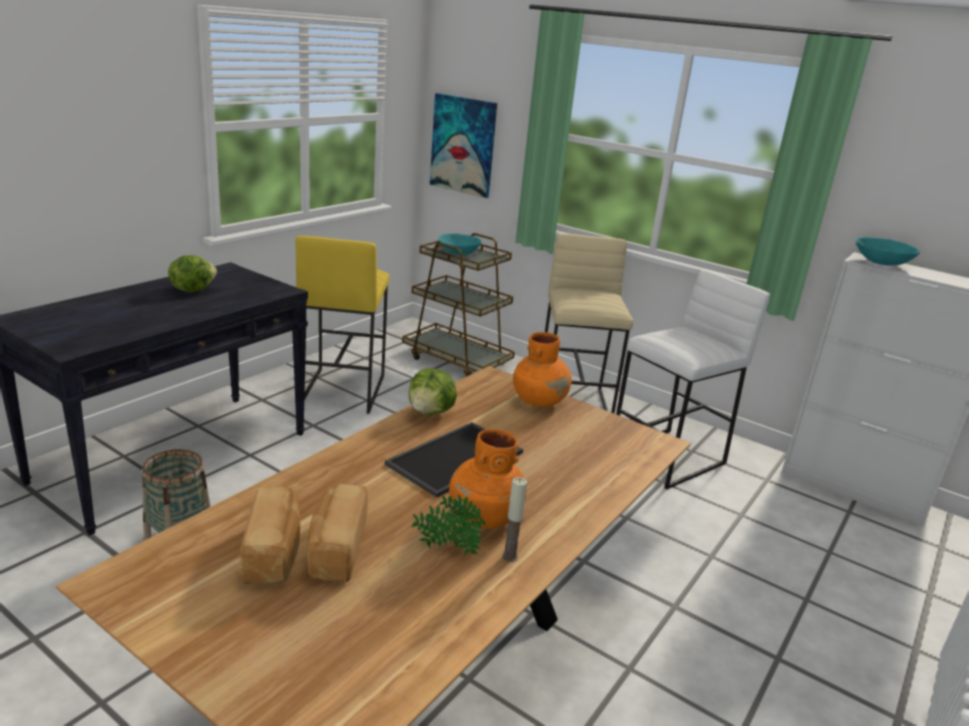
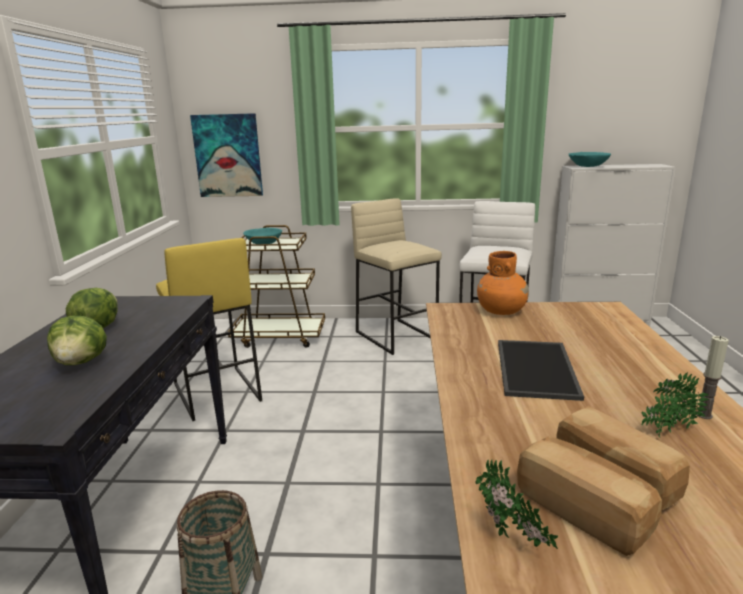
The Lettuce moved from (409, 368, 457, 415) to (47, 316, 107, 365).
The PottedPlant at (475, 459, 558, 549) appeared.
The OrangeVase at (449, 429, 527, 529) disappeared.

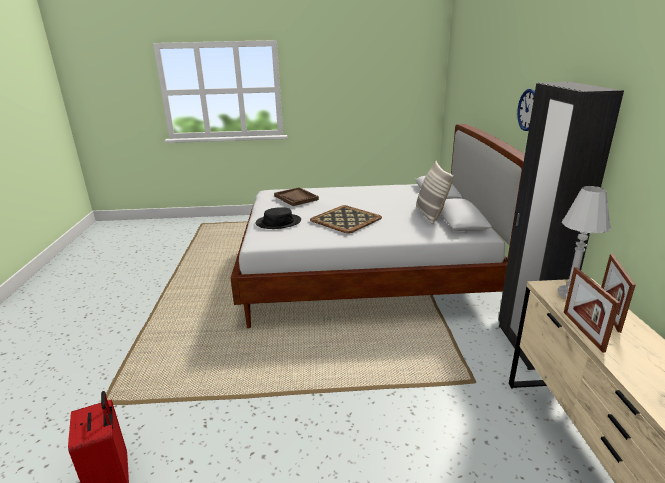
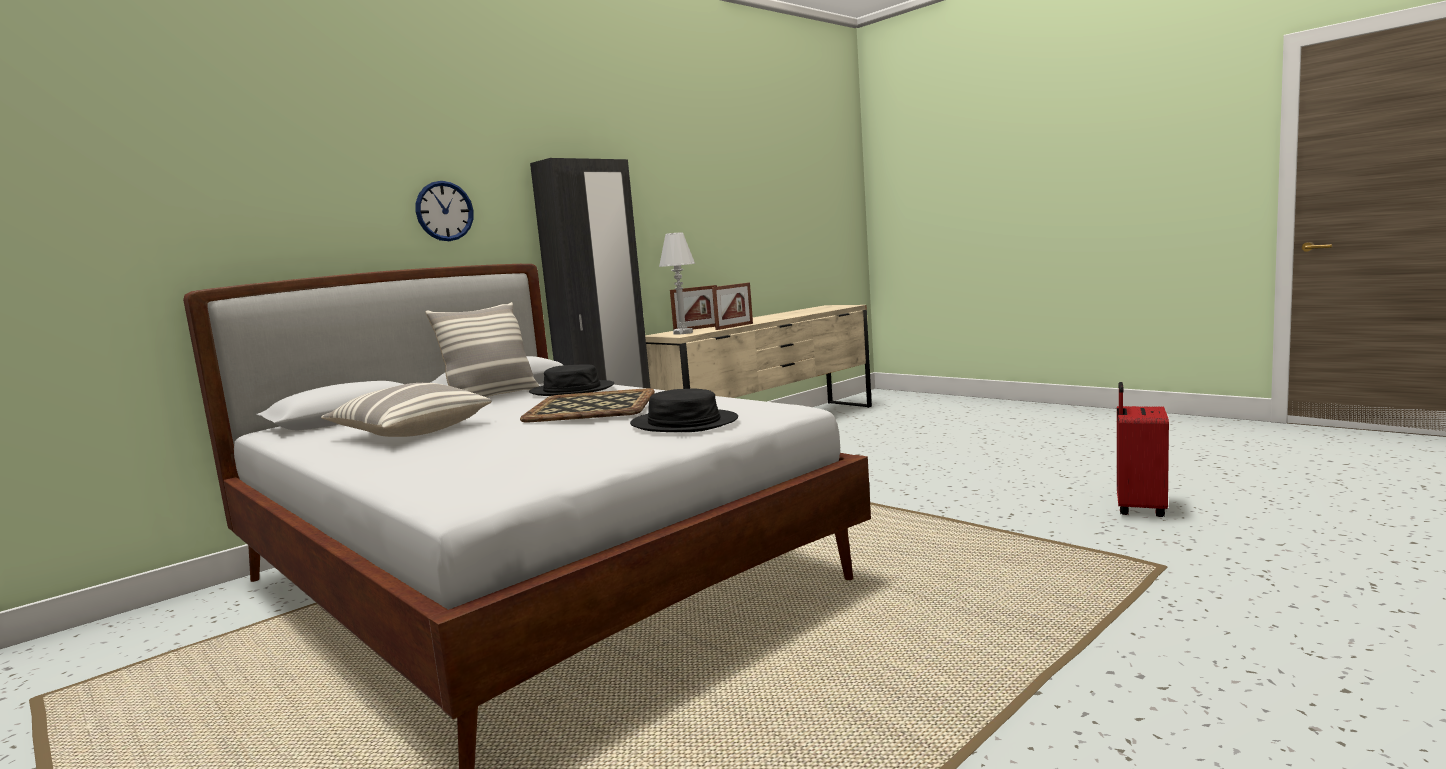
The Pillow at (321, 383, 492, 437) appeared.
The BlackHat at (529, 364, 614, 396) appeared.
The BrownTray at (274, 187, 319, 206) disappeared.

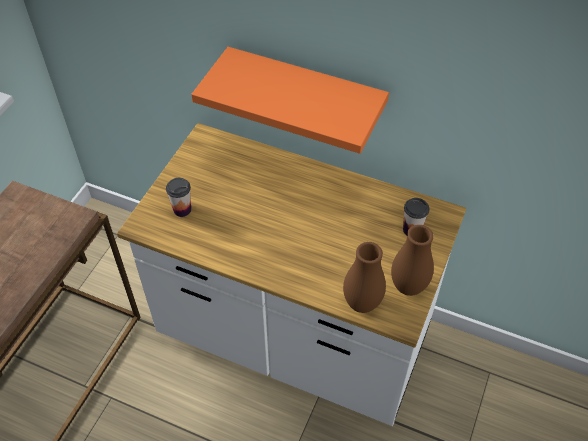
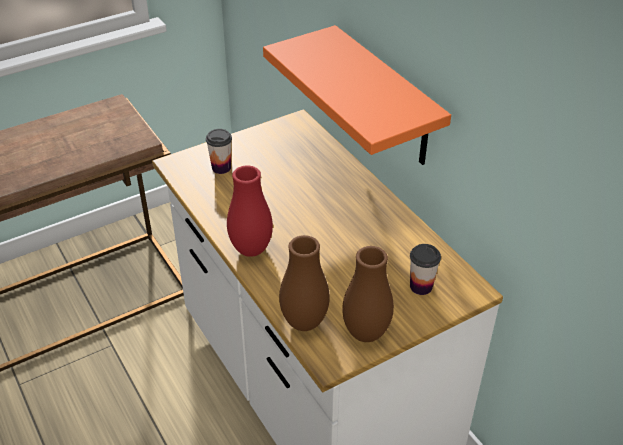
The RedVase at (227, 166, 273, 257) appeared.

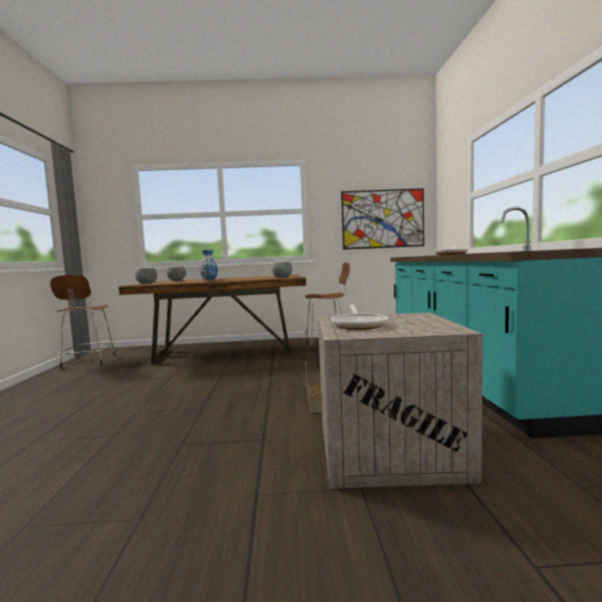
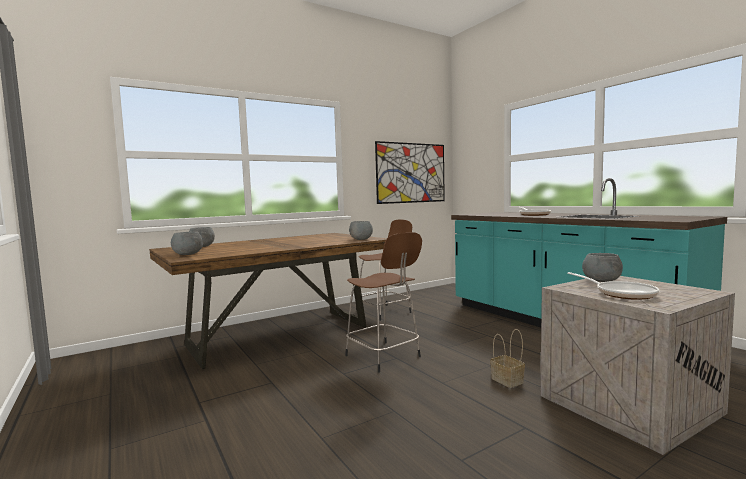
The BrownStool moved from (50, 275, 116, 369) to (345, 232, 422, 373).
The GreyBowl at (582, 253, 623, 282) appeared.
The Vase at (200, 249, 218, 281) disappeared.

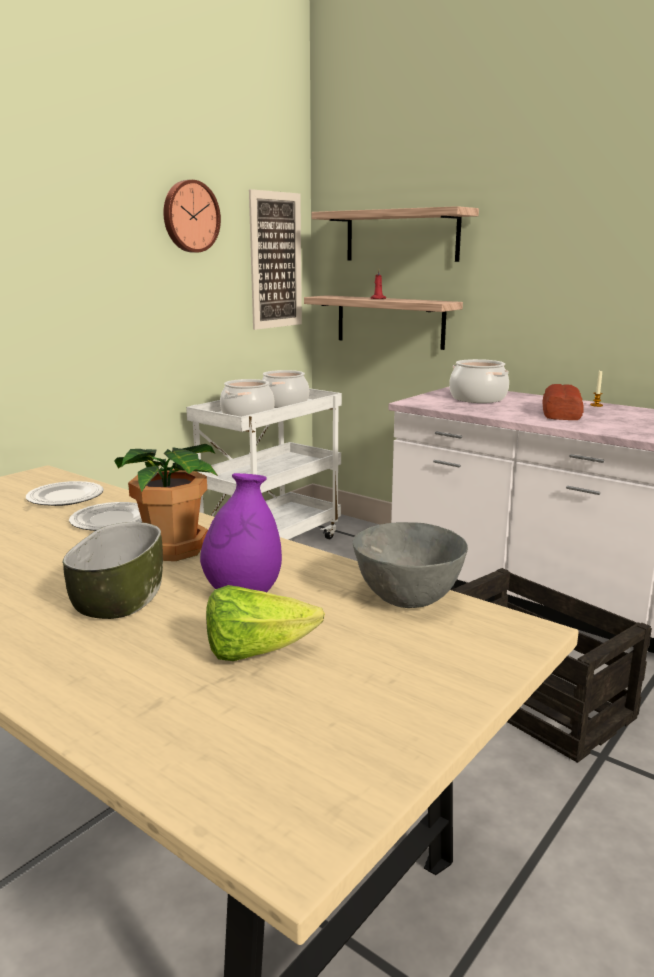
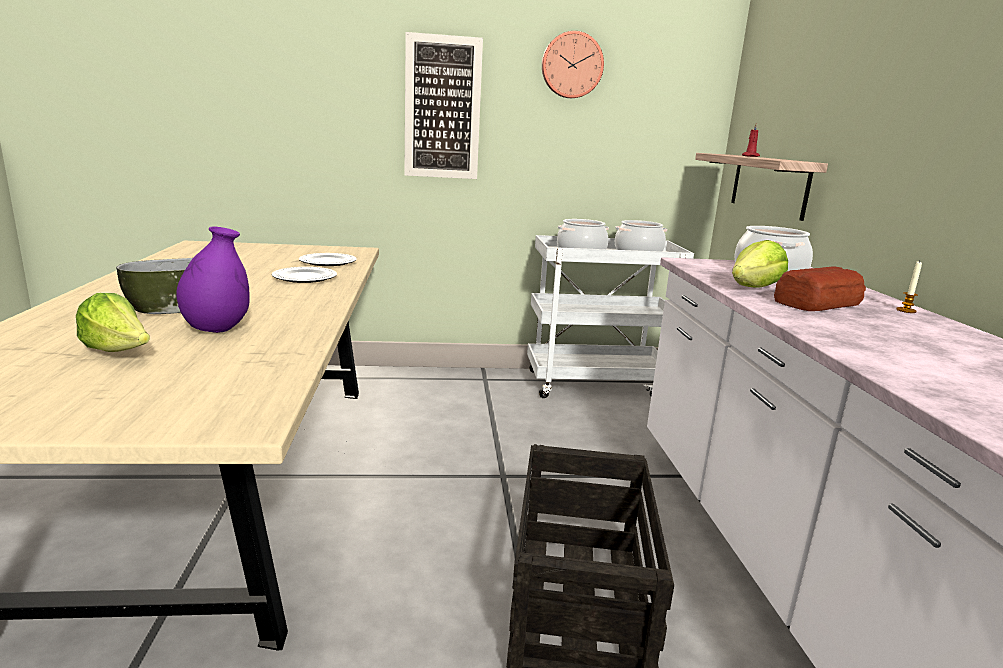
The Picture moved from (249, 189, 302, 330) to (404, 32, 483, 179).
The Lettuce at (732, 240, 788, 288) appeared.
The PottedPlant at (114, 444, 218, 561) disappeared.
The Shelf at (312, 206, 479, 262) disappeared.
The GreyBowl at (353, 522, 468, 608) disappeared.

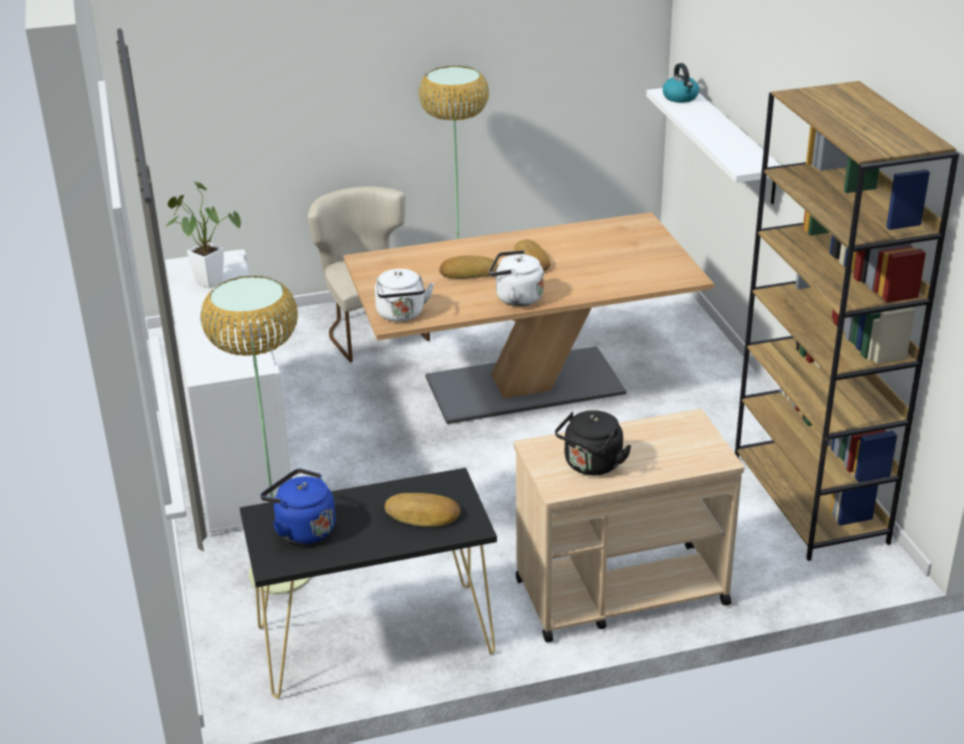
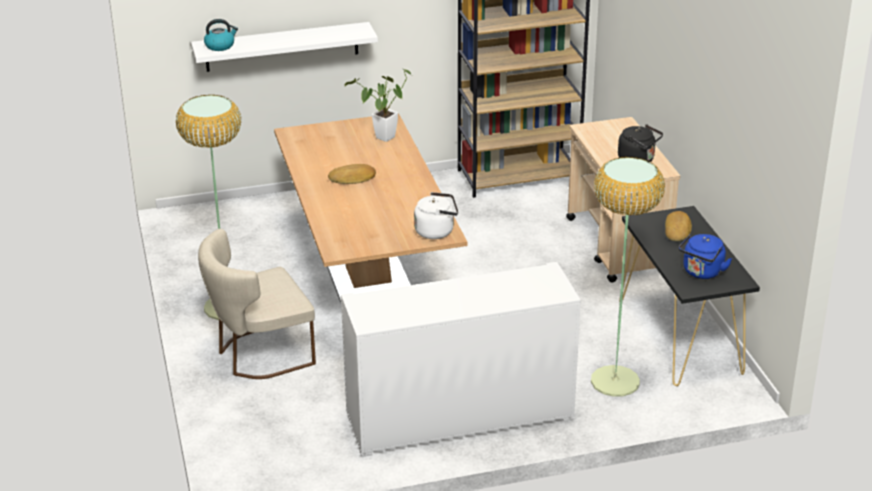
The PottedPlant moved from (165, 181, 241, 288) to (344, 69, 411, 142).
The Bread at (439, 255, 499, 279) disappeared.
The WhiteKettle at (489, 250, 544, 306) disappeared.

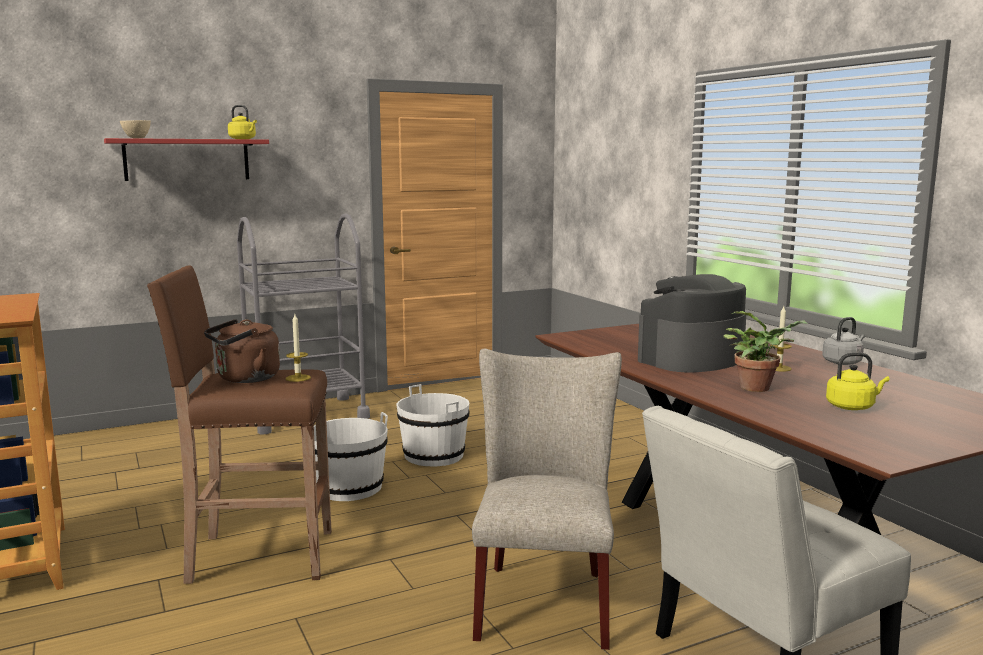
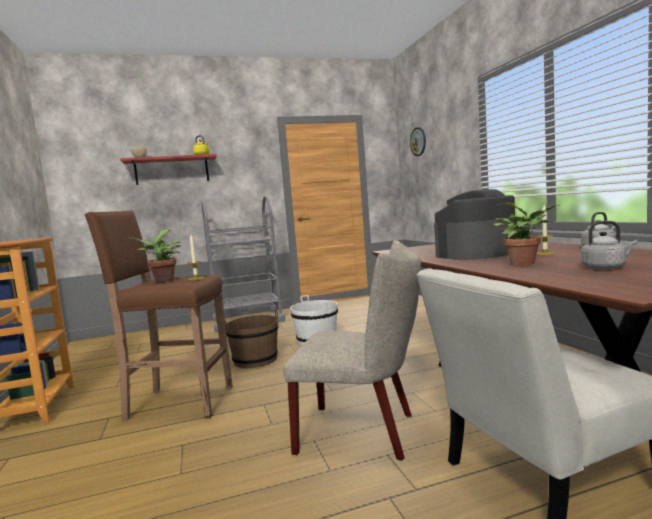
The BrownKettle at (204, 319, 280, 383) was replaced by the PottedPlant at (129, 230, 182, 282).
The WhiteBucket at (314, 412, 388, 501) became the BrownBucket at (225, 310, 278, 368).
The BeigeChair at (472, 349, 622, 650) turned 90 degrees clockwise.
The WallClock at (410, 127, 426, 156) appeared.
The YellowKettle at (826, 353, 889, 410) became the GreyKettle at (581, 221, 638, 270).

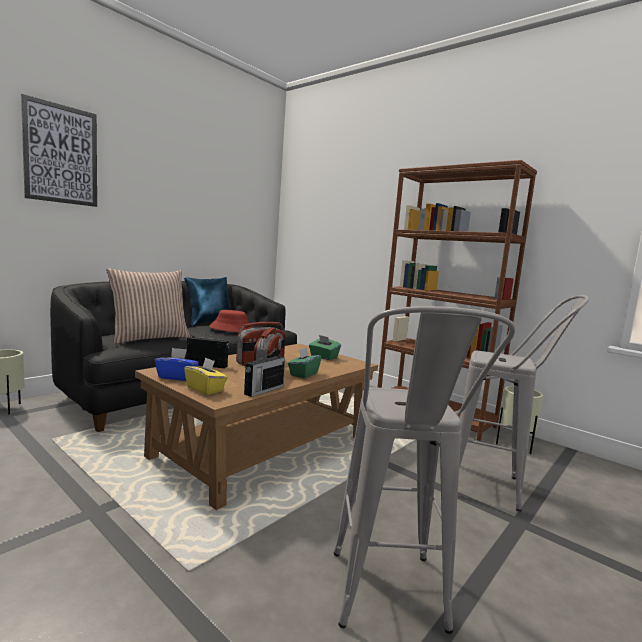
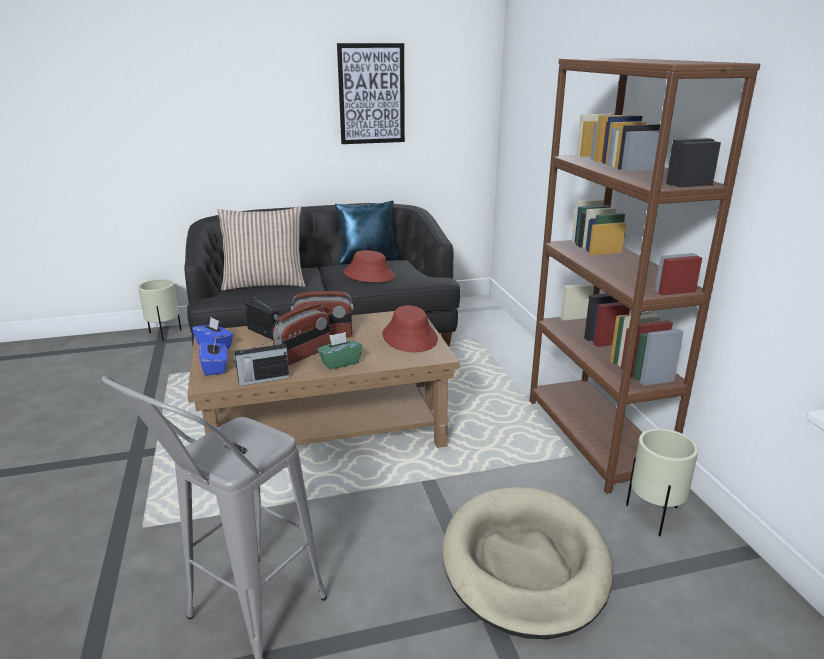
The YellowTissueBox at (184, 357, 228, 395) became the BlueTissueBox at (199, 339, 227, 376).
The Picture moved from (21, 94, 97, 207) to (337, 43, 405, 144).
The GreenTissueBox at (309, 335, 341, 360) was replaced by the RedHat at (382, 305, 438, 352).
The GreyStool at (459, 295, 589, 512) was replaced by the BeigeDogBed at (442, 487, 613, 639).

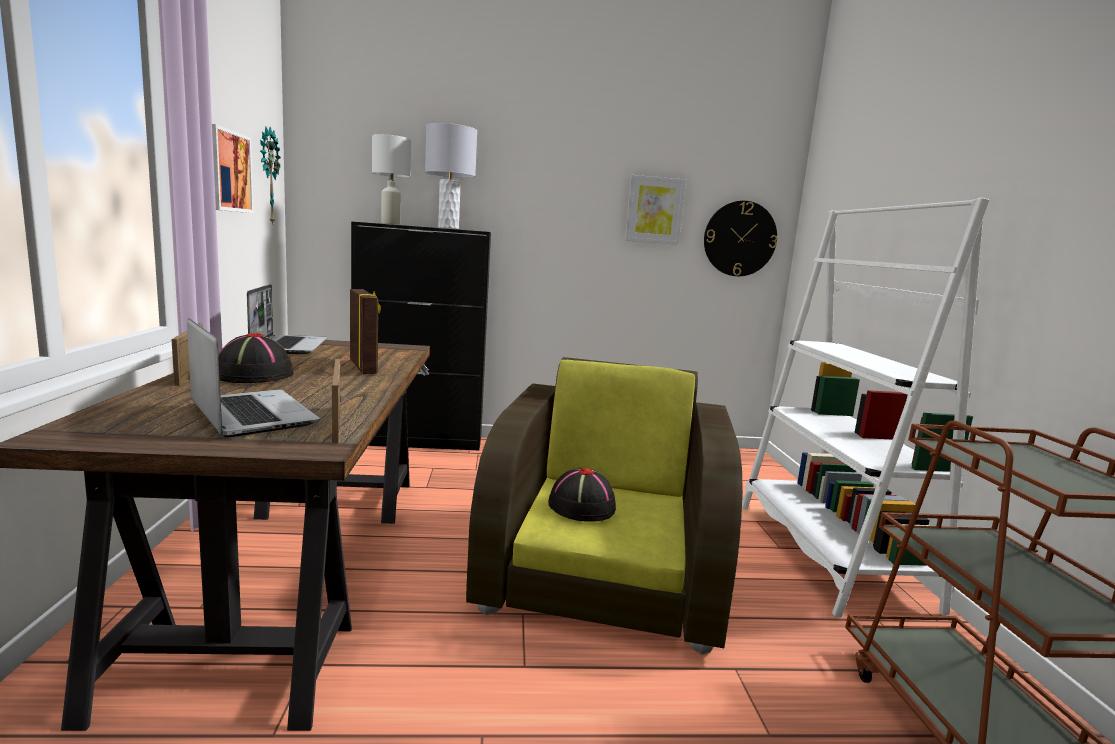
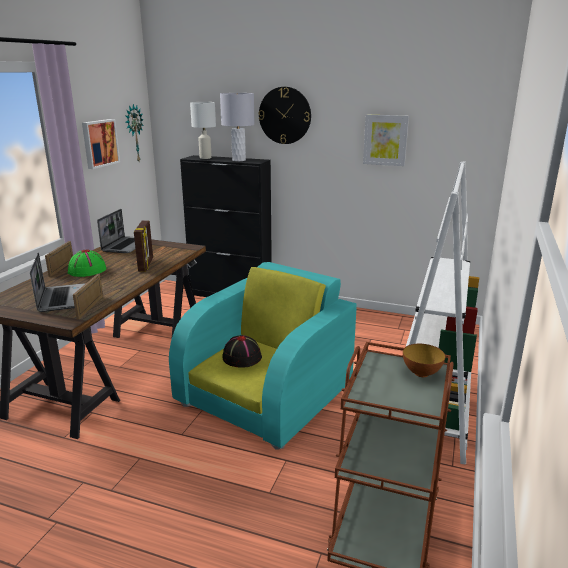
The BlackHat at (218, 333, 294, 383) became the GreenHat at (68, 250, 106, 277).
The BrownArmchair at (466, 357, 743, 655) became the TurquoiseArmchair at (169, 262, 357, 449).
The WallClock moved from (704, 201, 778, 276) to (259, 87, 311, 144).
The Bowl at (403, 344, 445, 377) appeared.

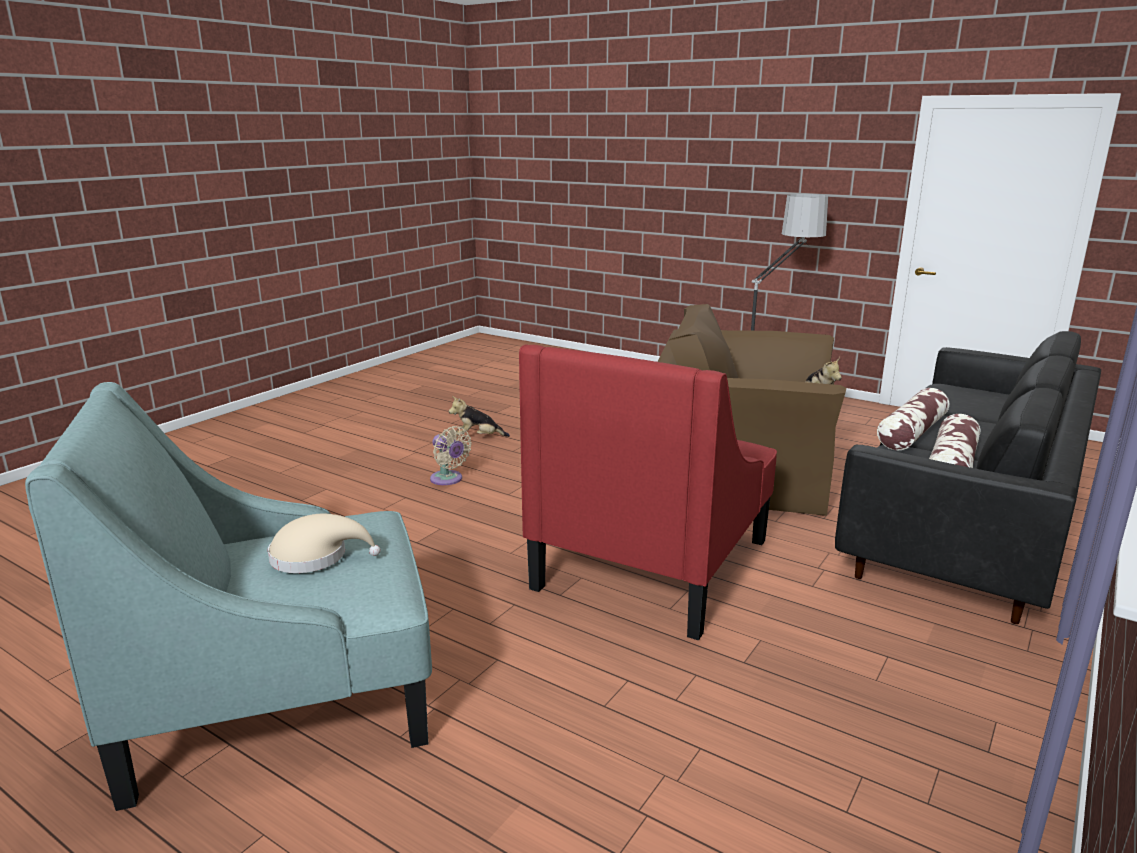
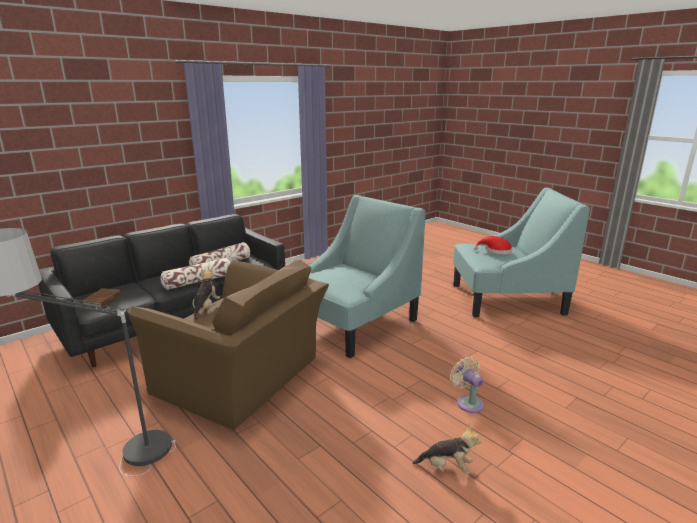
The BrownBook at (82, 288, 121, 307) appeared.
The RedArmchair at (519, 344, 777, 641) became the TurquoiseArmchair at (309, 195, 426, 358).
The BeigeHat at (268, 514, 380, 573) became the RedHat at (474, 236, 512, 254).

